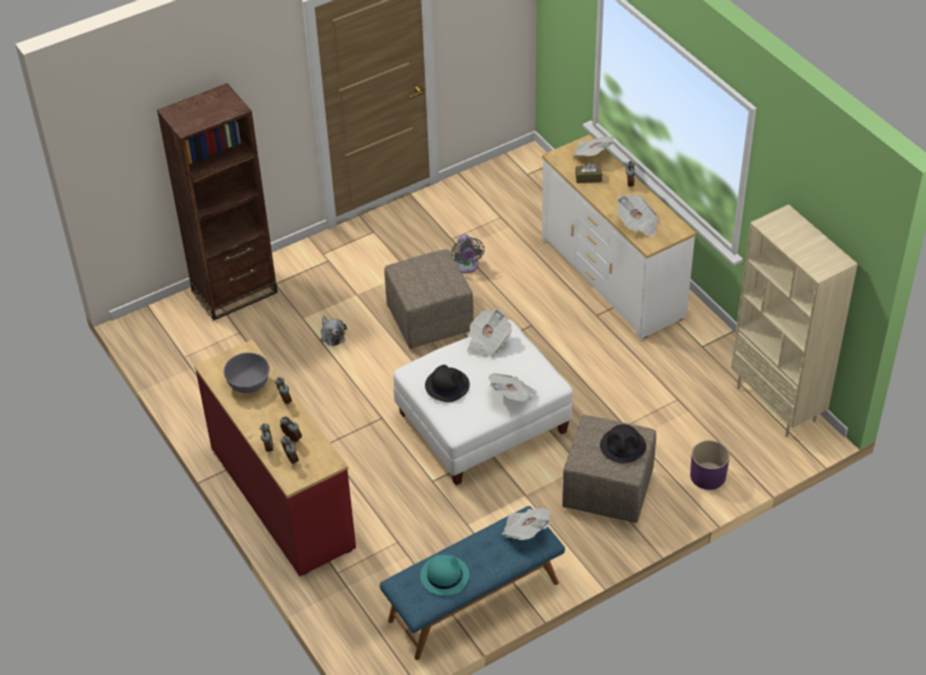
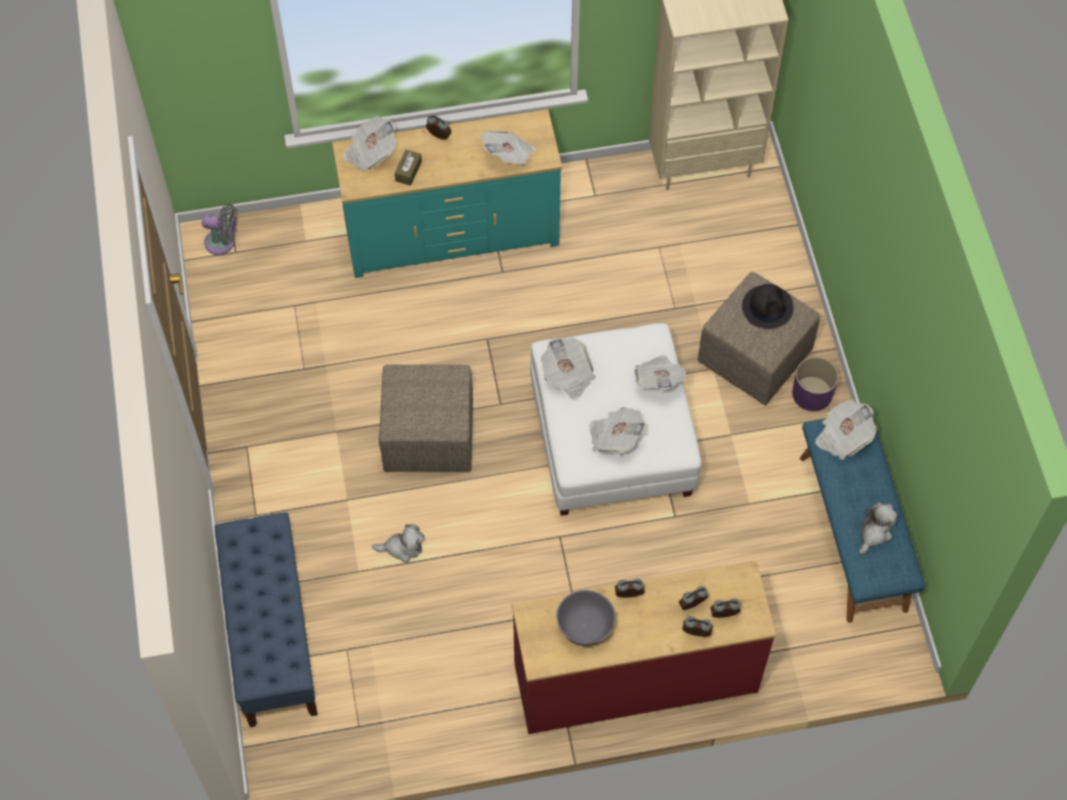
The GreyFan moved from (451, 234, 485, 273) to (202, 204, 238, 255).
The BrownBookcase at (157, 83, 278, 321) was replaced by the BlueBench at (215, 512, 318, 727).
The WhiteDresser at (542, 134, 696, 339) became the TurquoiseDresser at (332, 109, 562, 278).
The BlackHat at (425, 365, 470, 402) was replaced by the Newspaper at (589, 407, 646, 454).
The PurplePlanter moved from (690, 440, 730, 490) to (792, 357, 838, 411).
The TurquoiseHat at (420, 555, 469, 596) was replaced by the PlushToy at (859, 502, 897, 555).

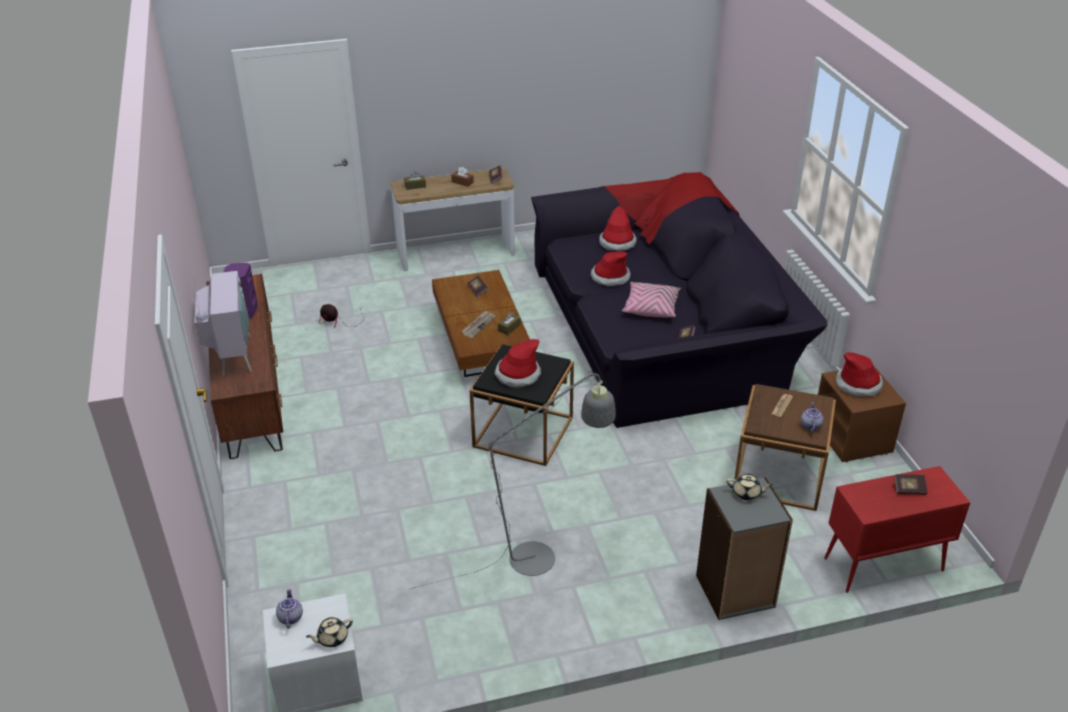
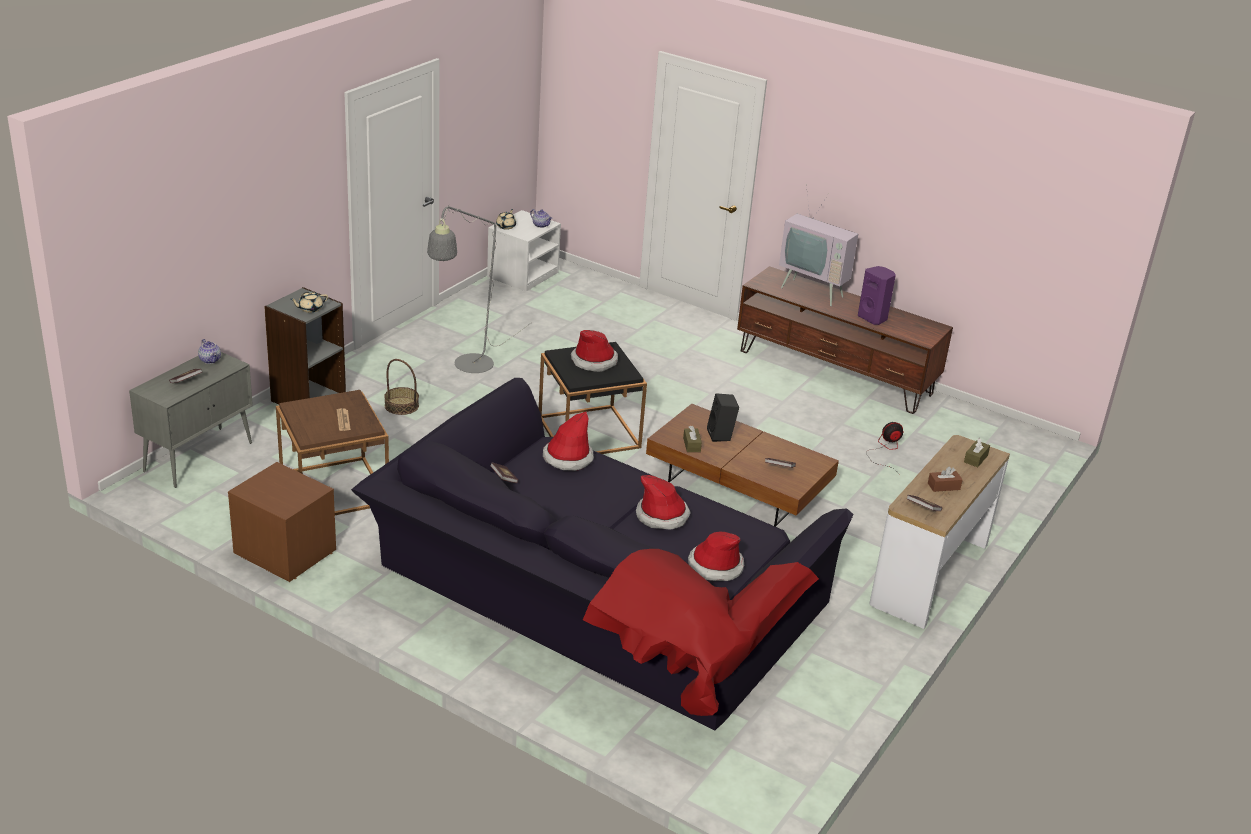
The RedCabinet at (824, 466, 970, 593) became the GreyCabinet at (129, 352, 253, 488).
The Teapot moved from (801, 402, 823, 432) to (198, 339, 221, 364).
The Basket at (384, 359, 419, 415) appeared.
The Hat moved from (836, 352, 883, 397) to (543, 412, 594, 471).
The Newspaper at (461, 310, 495, 338) was replaced by the BlackSpeaker at (707, 393, 739, 442).
The PinkPillow at (622, 282, 681, 317) disappeared.

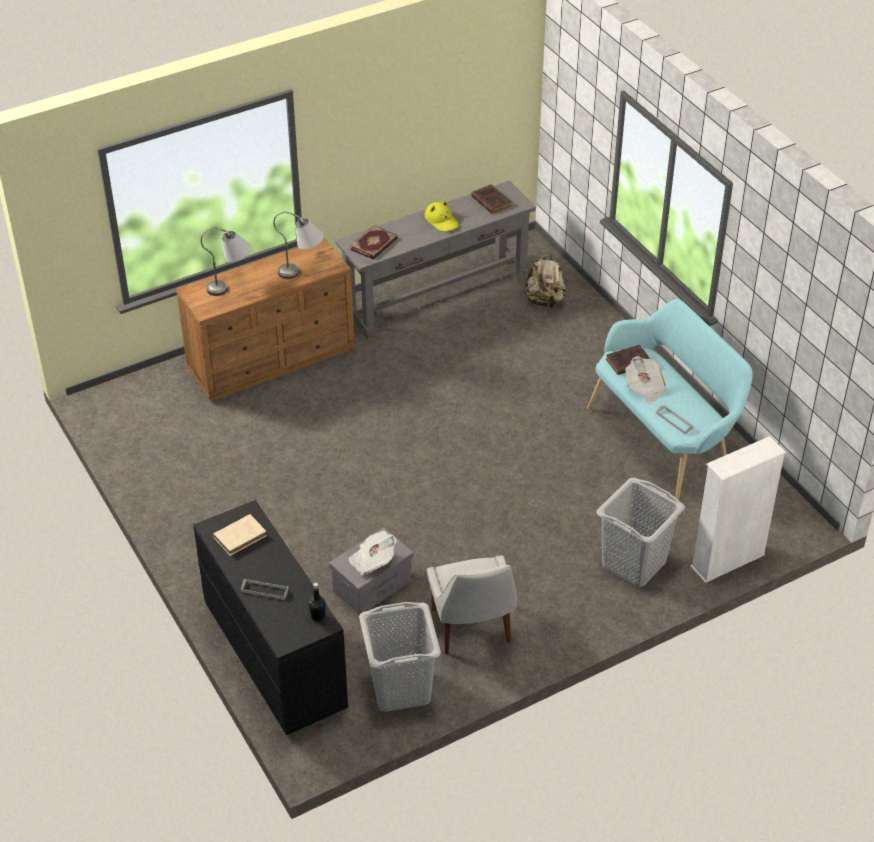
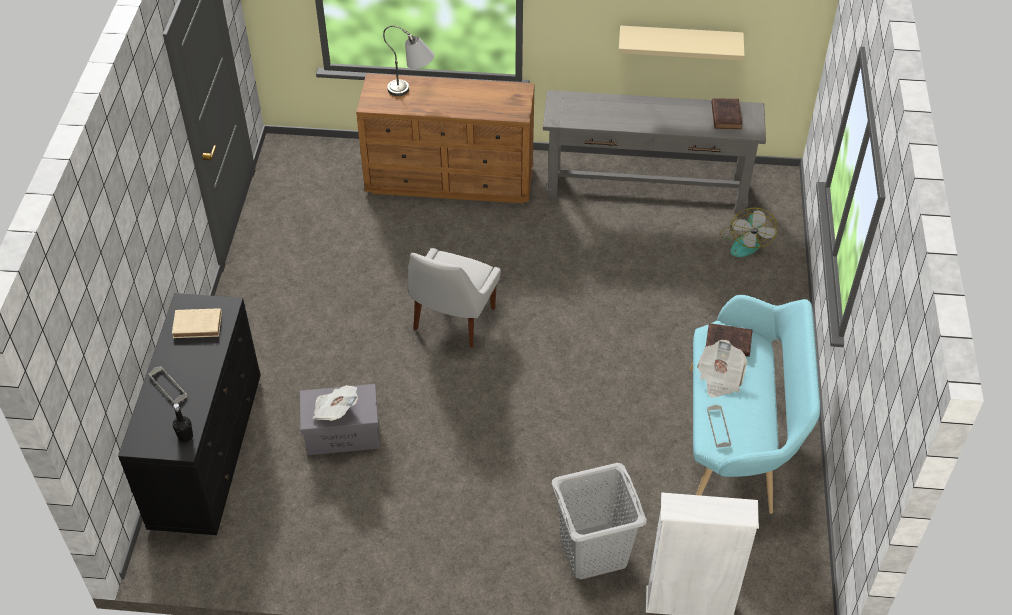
The WhiteChair moved from (427, 555, 517, 654) to (408, 248, 501, 348).
The BeigeShelf at (619, 26, 745, 61) appeared.
The BeigeBackpack at (523, 254, 566, 308) was replaced by the Fan at (719, 208, 778, 257).
The GreyTableLamp at (274, 212, 324, 279) disappeared.
The Book at (350, 225, 398, 260) disappeared.
The GreyLaundryBasket at (359, 602, 441, 712) disappeared.
The YellowHat at (425, 201, 459, 231) disappeared.

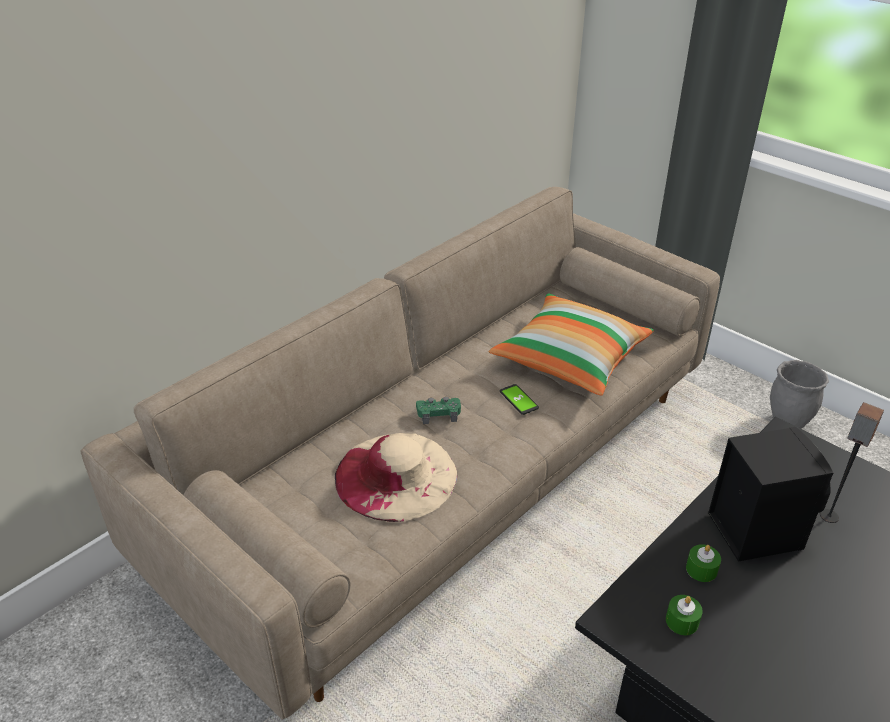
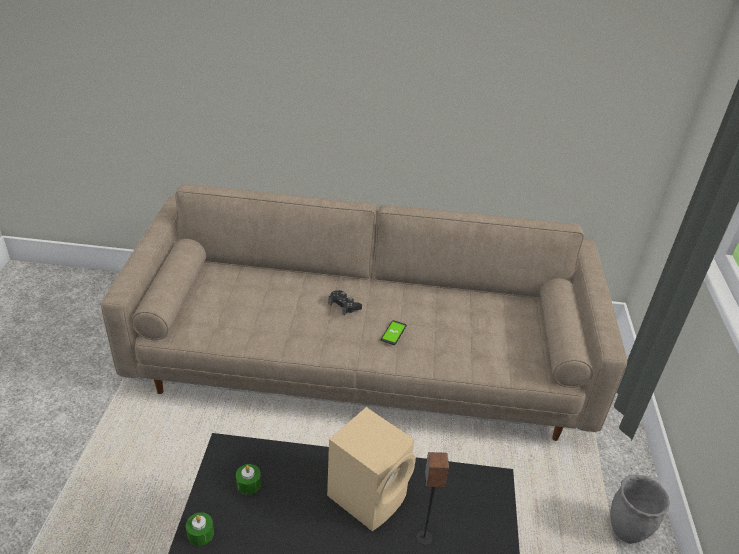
The GreenCandle moved from (686, 544, 721, 582) to (186, 512, 214, 546).
The BlackSpeaker at (708, 427, 833, 562) became the BeigeSpeaker at (327, 407, 416, 531).
The GreenGameController at (416, 397, 461, 424) became the BlackGameController at (328, 290, 362, 316).
The BeigeHat at (335, 433, 457, 522) disappeared.
The Pillow at (489, 293, 654, 396) disappeared.

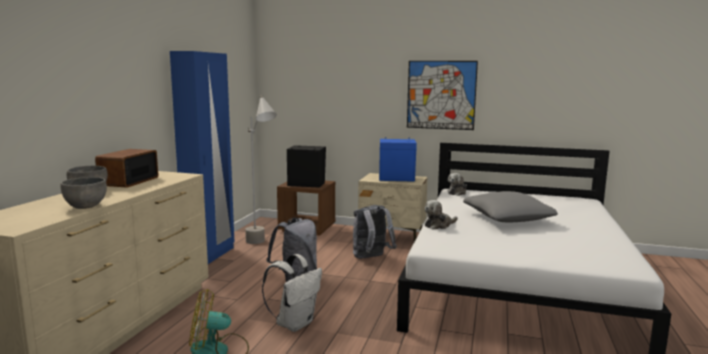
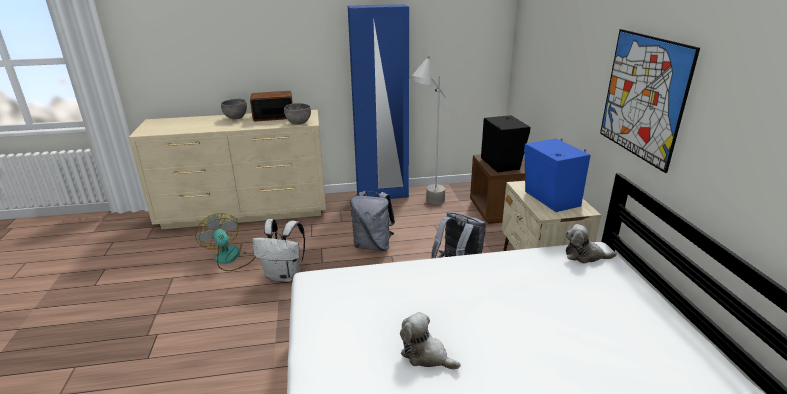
The GreyBowl moved from (61, 177, 107, 209) to (284, 103, 311, 125).
The PlushToy moved from (425, 200, 458, 230) to (400, 312, 461, 370).
The GreyPillow at (463, 191, 558, 222) disappeared.

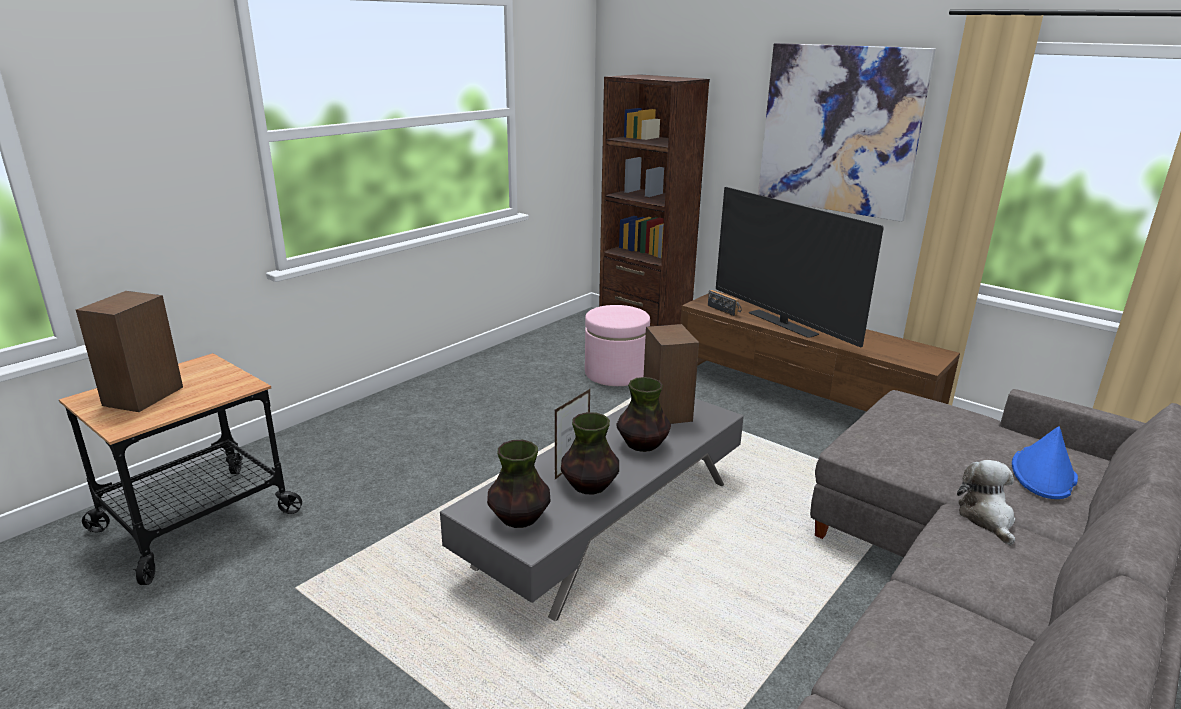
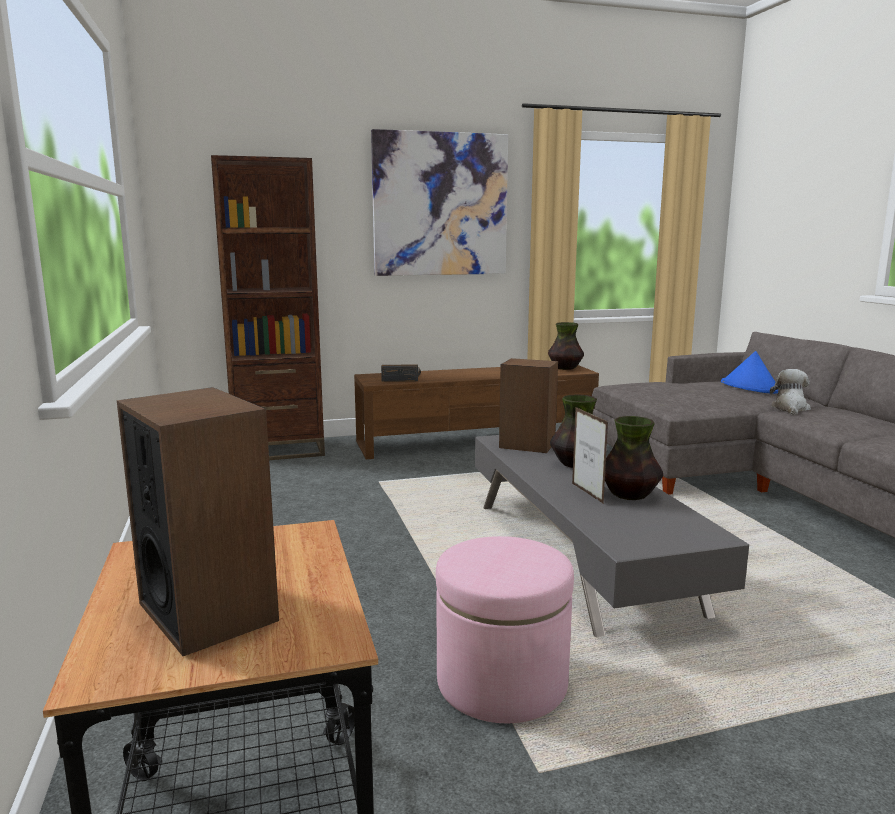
The PinkOttoman moved from (585, 305, 650, 386) to (436, 536, 574, 723).
The Vase moved from (487, 440, 550, 528) to (548, 322, 584, 370).
The PlushToy at (957, 460, 1015, 545) turned 75 degrees clockwise.
The Television at (716, 187, 884, 347) disappeared.

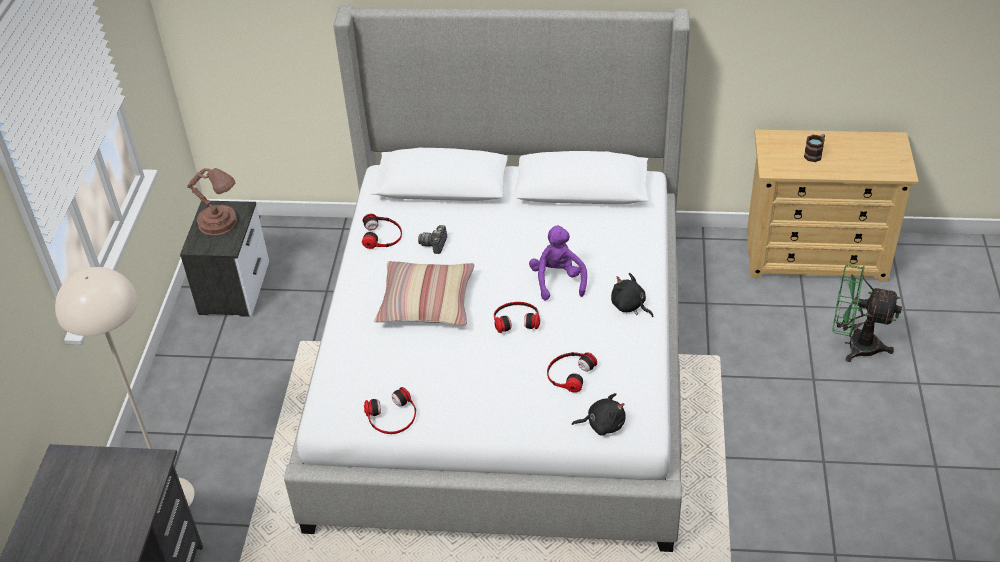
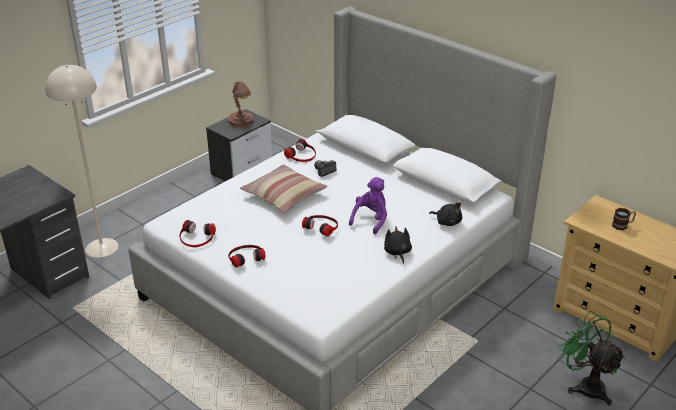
The Headphones moved from (547, 352, 597, 393) to (228, 245, 266, 268).
The BlackPlushToy moved from (572, 393, 626, 436) to (429, 203, 462, 226).

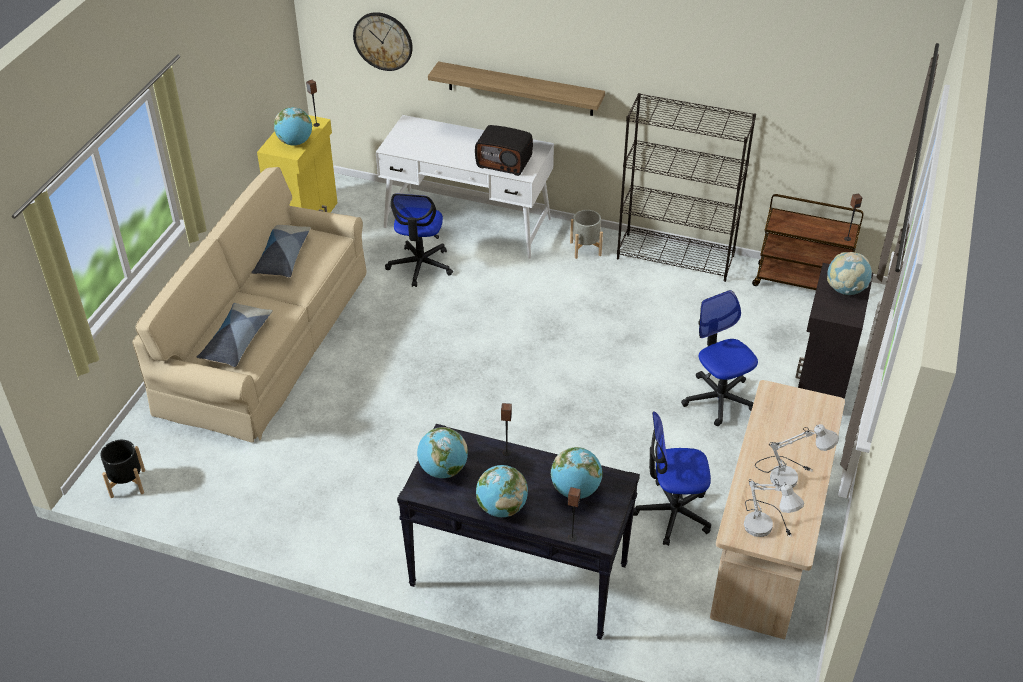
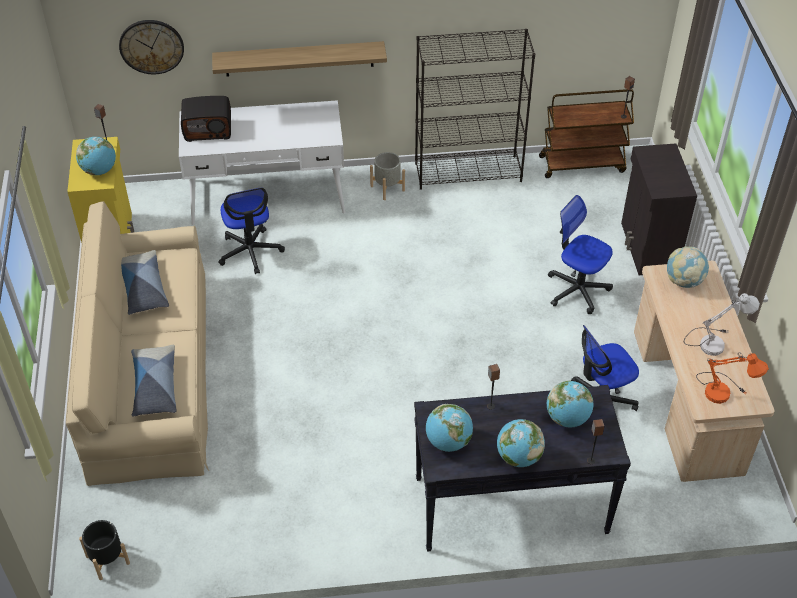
The Radio moved from (475, 125, 533, 176) to (181, 96, 231, 142).
The Globe moved from (827, 252, 872, 295) to (667, 247, 709, 288).
The WhiteTableLamp at (744, 479, 804, 537) became the OrangeTableLamp at (696, 352, 769, 404).

